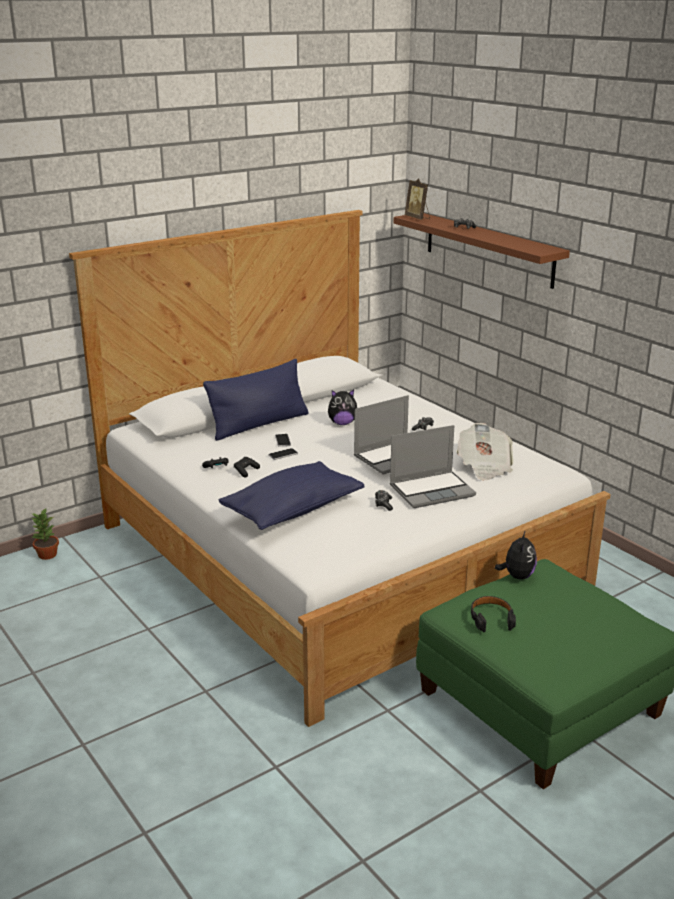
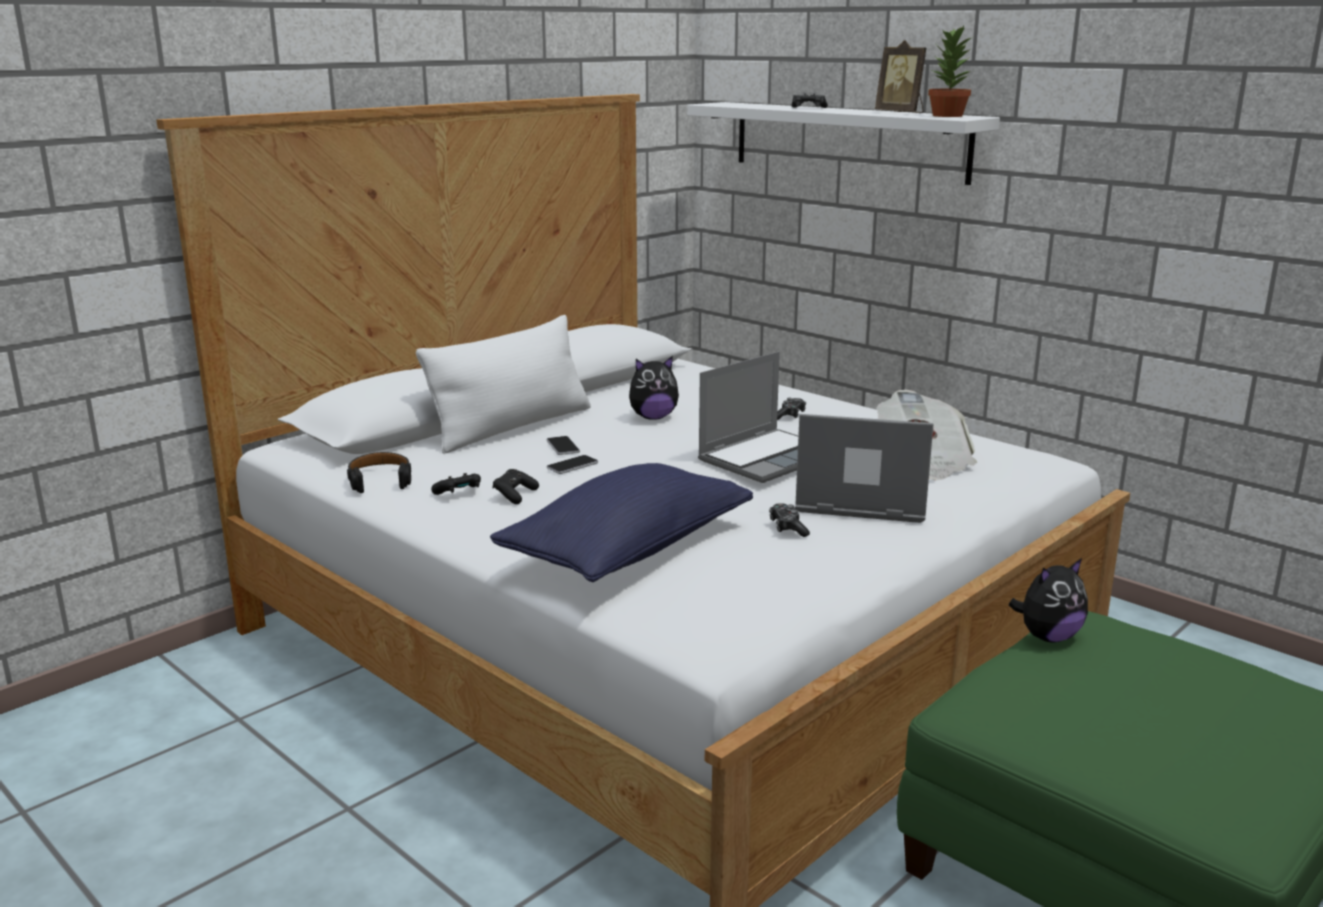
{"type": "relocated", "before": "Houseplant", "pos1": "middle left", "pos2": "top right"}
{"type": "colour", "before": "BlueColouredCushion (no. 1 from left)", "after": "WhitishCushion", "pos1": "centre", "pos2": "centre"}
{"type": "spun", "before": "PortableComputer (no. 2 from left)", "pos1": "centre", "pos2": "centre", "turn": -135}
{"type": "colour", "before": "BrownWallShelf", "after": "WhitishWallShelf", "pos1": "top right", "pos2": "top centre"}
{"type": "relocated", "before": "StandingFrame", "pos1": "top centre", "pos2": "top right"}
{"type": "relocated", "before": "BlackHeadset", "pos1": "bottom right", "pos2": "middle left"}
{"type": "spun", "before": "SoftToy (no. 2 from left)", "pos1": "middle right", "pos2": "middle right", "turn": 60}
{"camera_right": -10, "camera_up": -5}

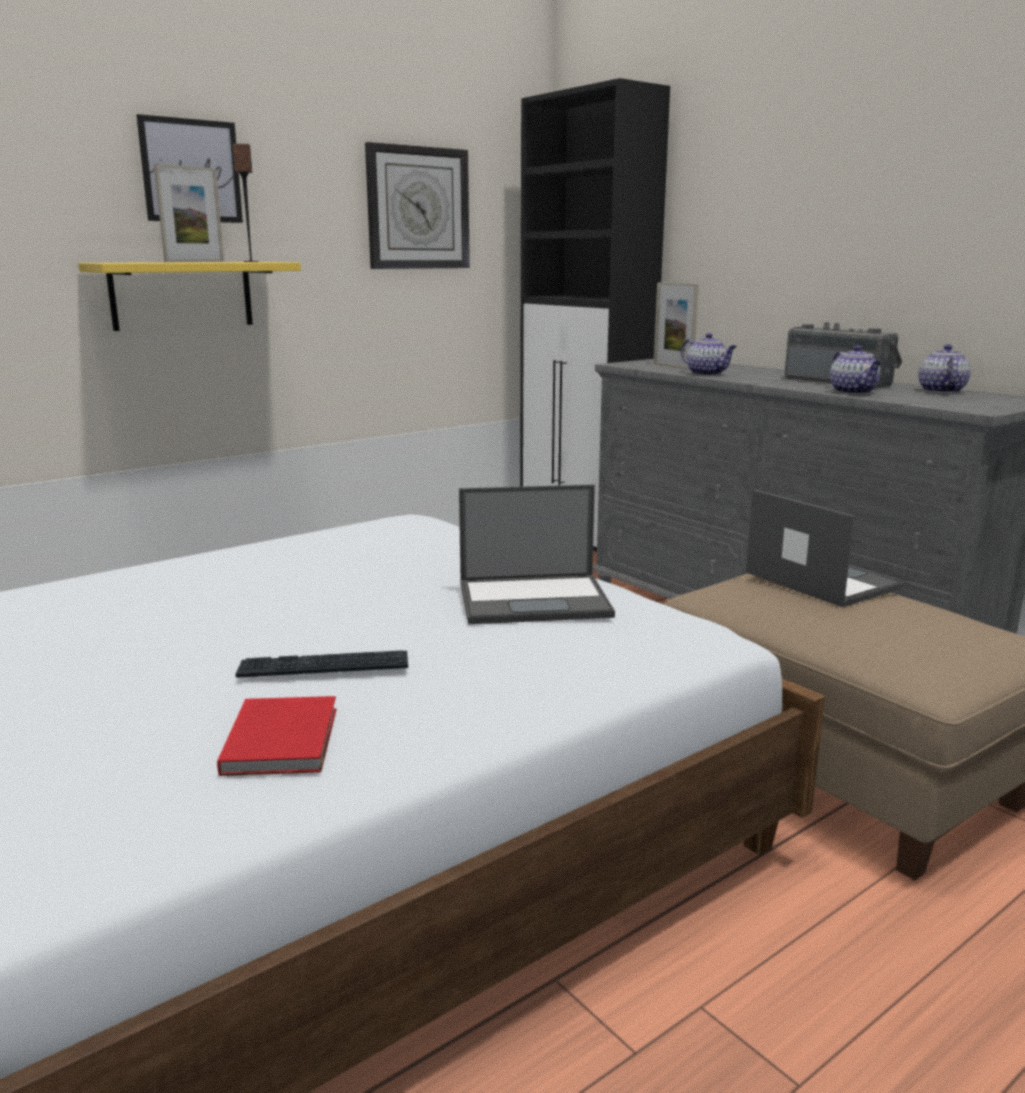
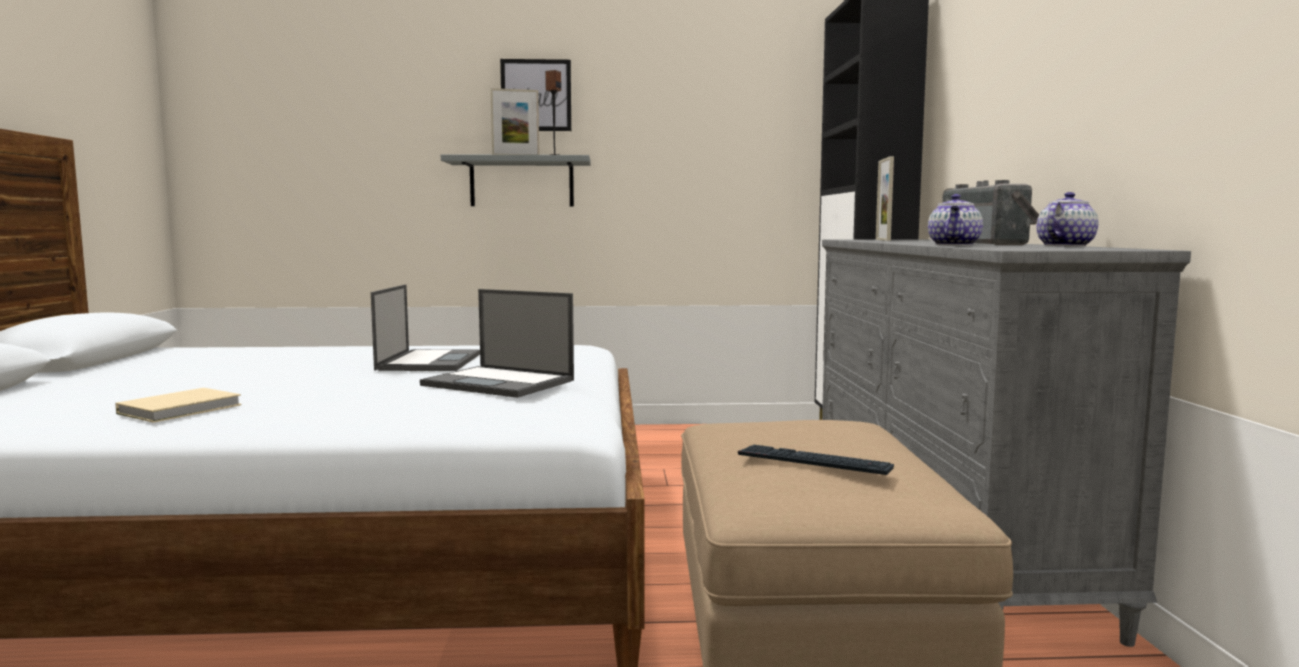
{"type": "colour", "before": "YellowishWallShelf", "after": "GrayWallShelf", "pos1": "top left", "pos2": "top centre"}
{"type": "colour", "before": "RedColouredBoundBook", "after": "SandColouredBoundBook", "pos1": "bottom left", "pos2": "middle left"}
{"type": "relocated", "before": "PcKeyboard", "pos1": "middle left", "pos2": "bottom centre"}
{"type": "missing", "before": "HangingClock", "pos1": "top centre"}
{"type": "missing", "before": "TeaPot (no. 1 from left)", "pos1": "top right"}
{"type": "relocated", "before": "PortableComputer (no. 2 from left in the first image)", "after": "PortableComputer (no. 1 from left)", "pos1": "middle right", "pos2": "middle left"}
{"camera_right": 35, "camera_up": -10}

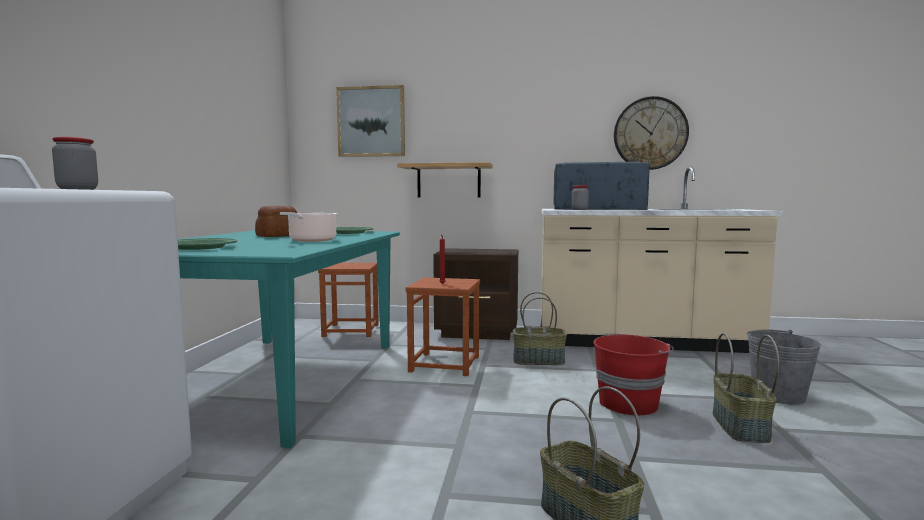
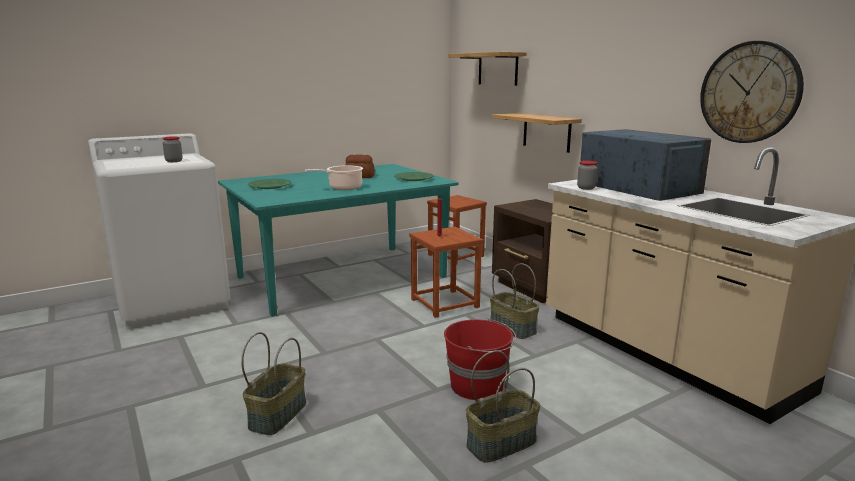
{"type": "exchanged", "before": "WallArt", "after": "WallShelf (no. 1 from left)", "pos1": "top centre", "pos2": "top centre"}
{"type": "missing", "before": "GrayPail", "pos1": "bottom right"}
{"camera_right": 50, "camera_up": 10}

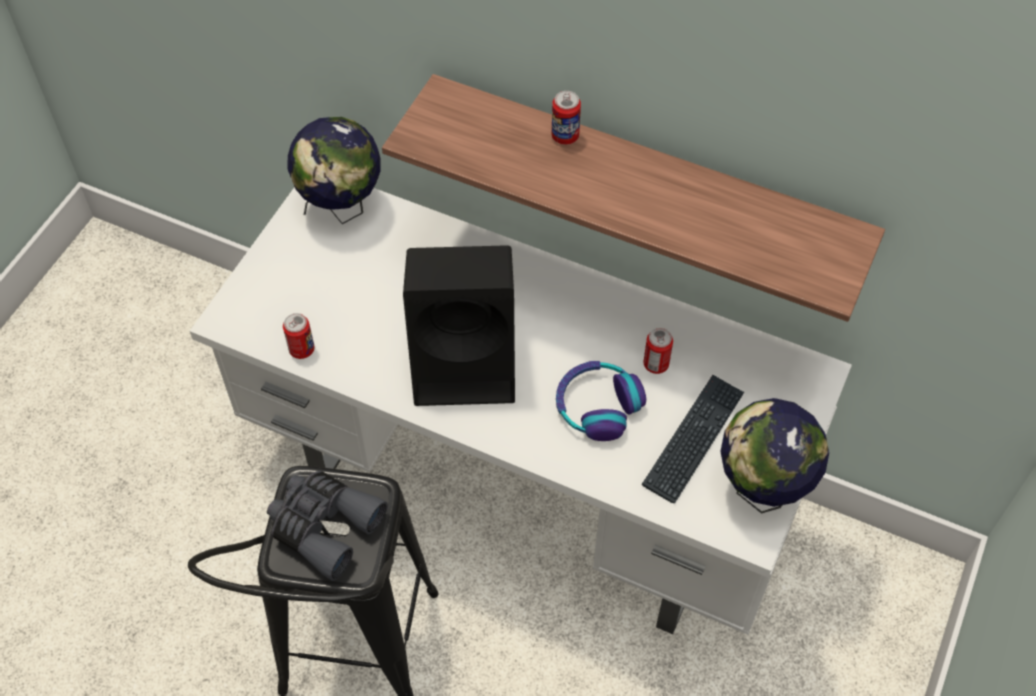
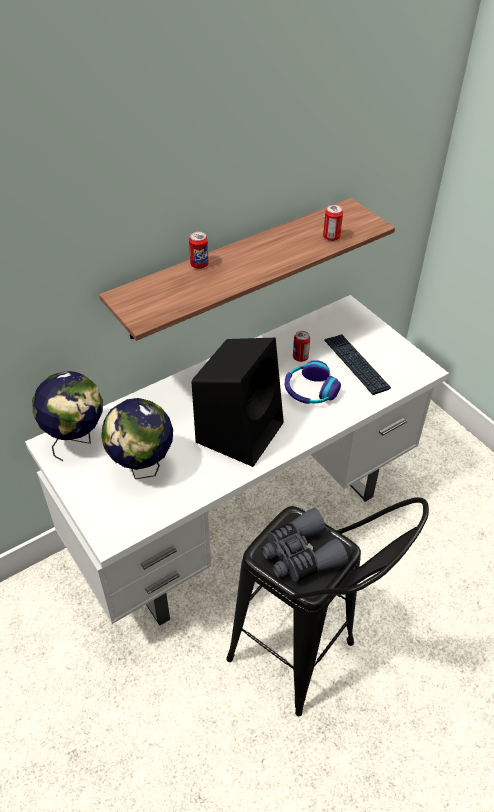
{"type": "relocated", "before": "SealedCan (no. 1 from left in the first image)", "after": "SealedCan (no. 3 from left)", "pos1": "middle left", "pos2": "top right"}
{"type": "relocated", "before": "DeskGlobe (no. 2 from left)", "pos1": "middle right", "pos2": "middle left"}
{"camera_right": -60, "camera_up": -10}

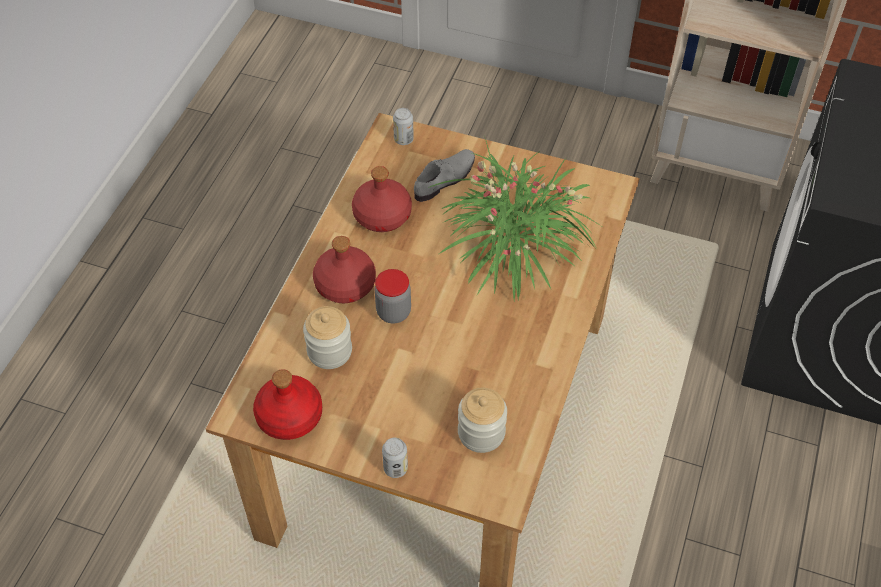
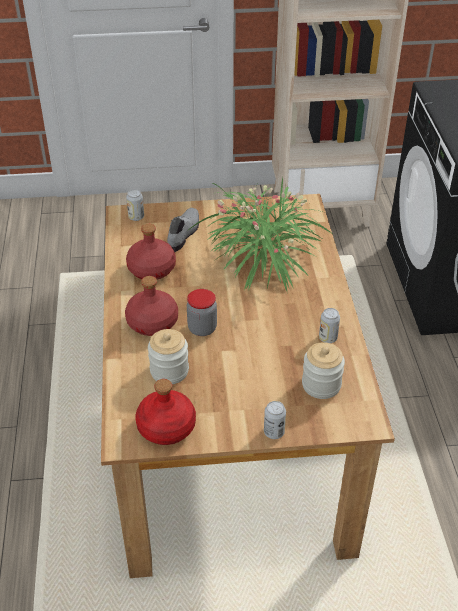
{"type": "appeared", "after": "SealedCan (no. 3 from left)", "pos2": "middle right"}
{"camera_right": -25, "camera_up": -10}

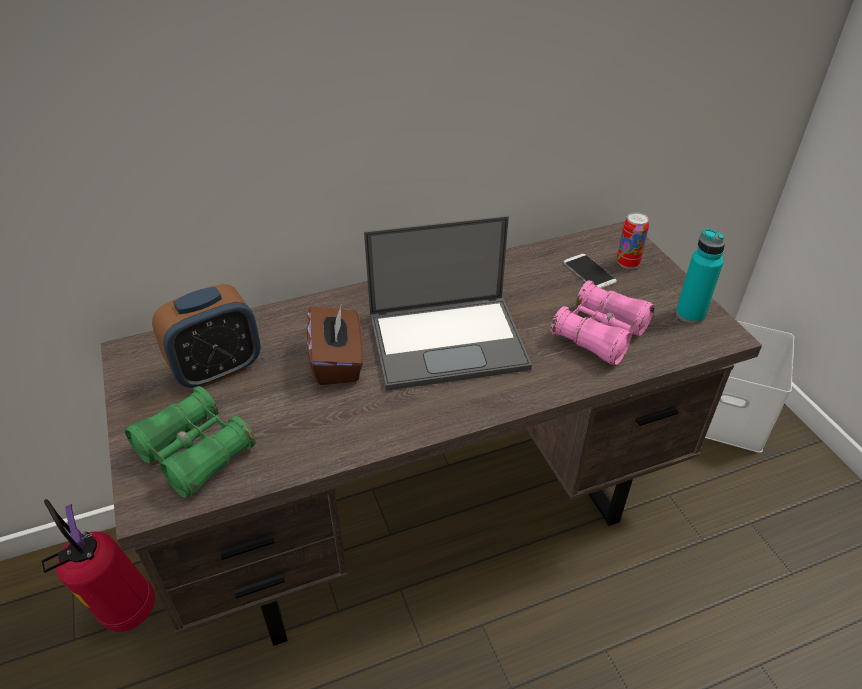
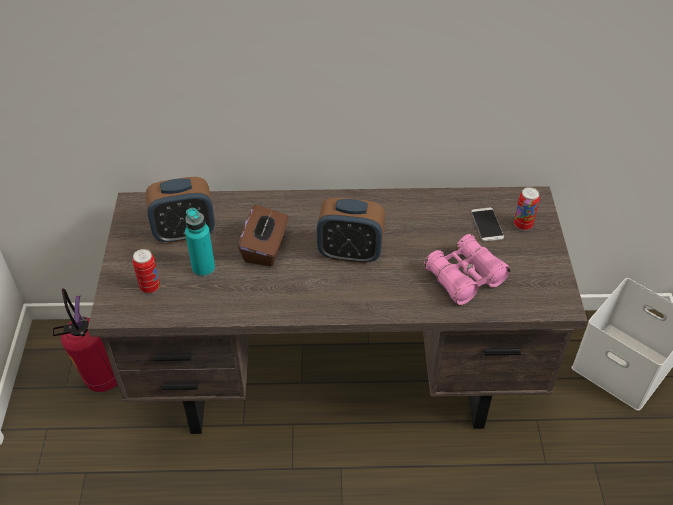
{"type": "exchanged", "before": "GreenishPairOfBinoculars", "after": "SealedCan (no. 1 from left)", "pos1": "middle left", "pos2": "middle left"}
{"type": "exchanged", "before": "PortableComputer", "after": "AlarmClock (no. 2 from left)", "pos1": "centre", "pos2": "centre"}
{"type": "relocated", "before": "BlueGreenBottle", "pos1": "middle right", "pos2": "middle left"}
{"camera_right": 20, "camera_up": 5}

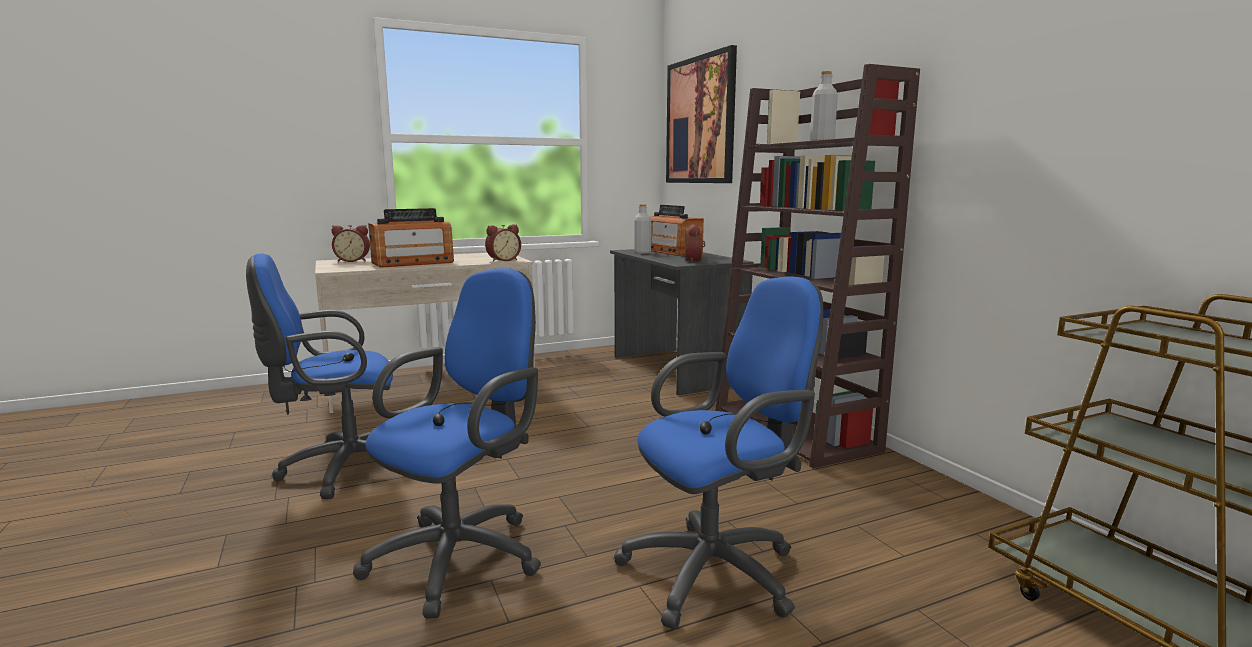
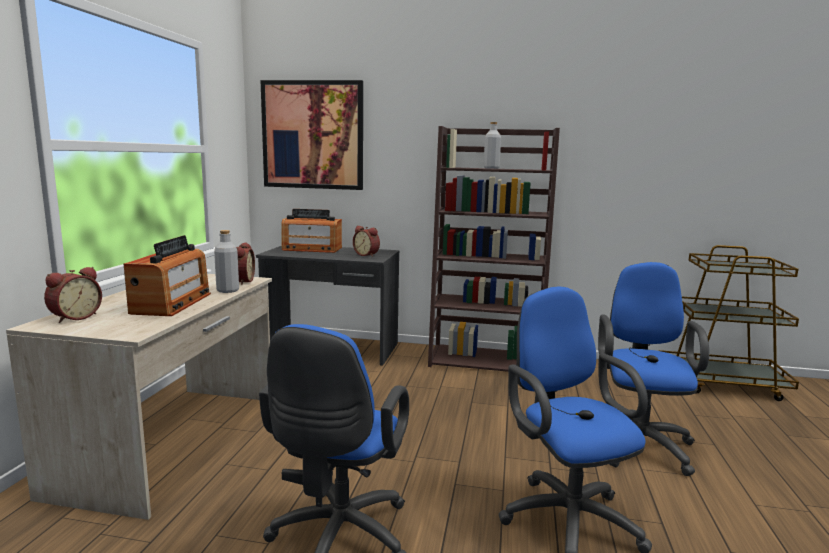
{"type": "relocated", "before": "GrayBottle (no. 1 from left)", "pos1": "centre", "pos2": "middle left"}
{"camera_right": -55, "camera_up": 0}

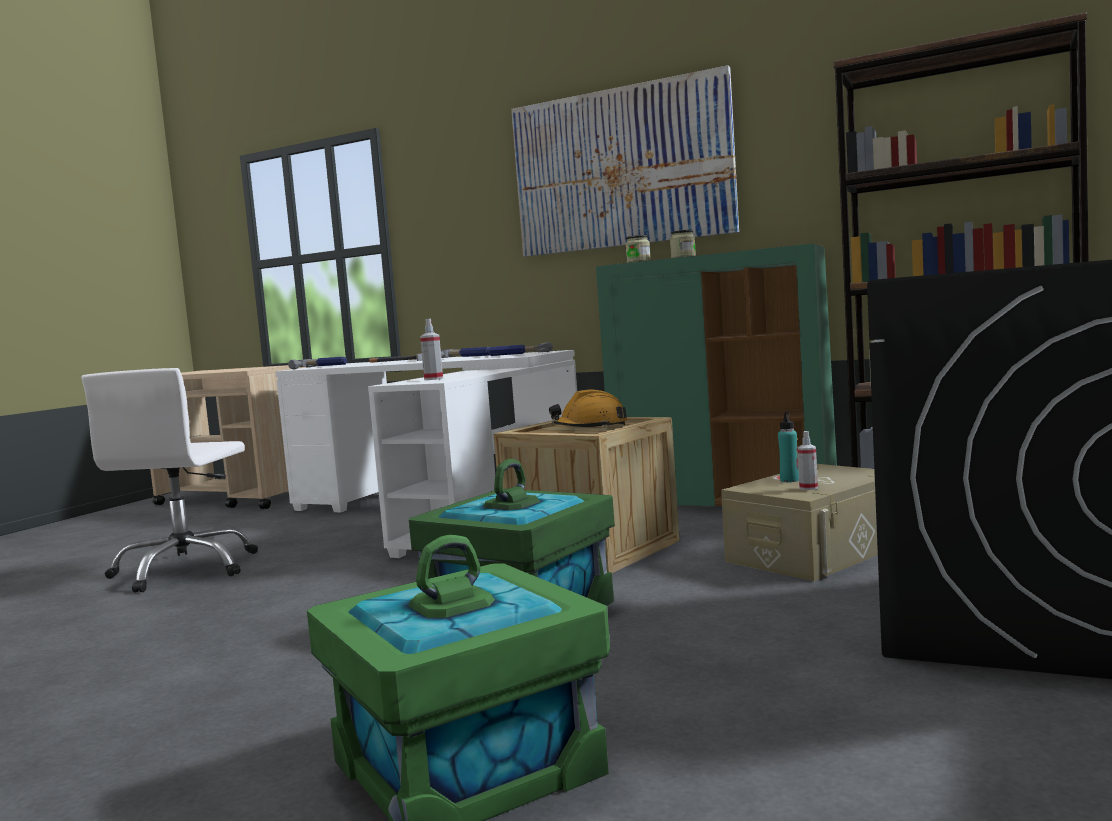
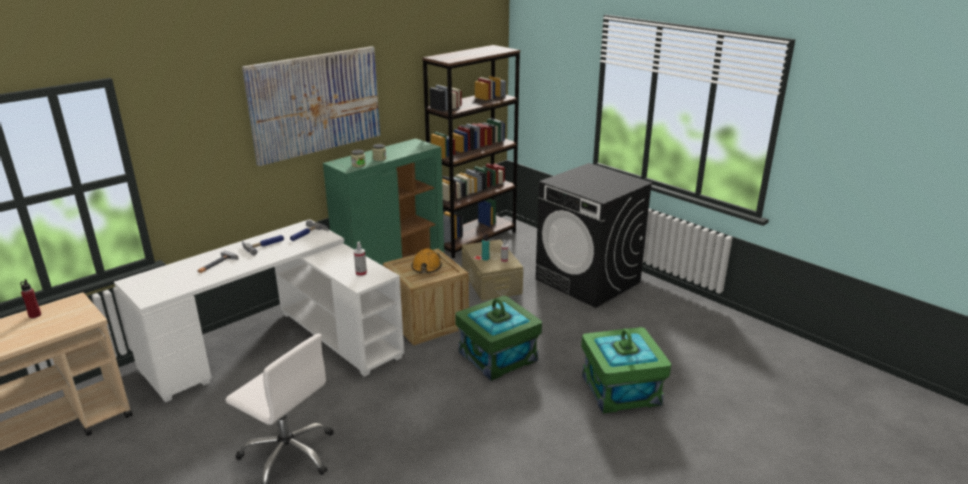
{"type": "missing", "before": "Hammer (no. 1 from left)", "pos1": "middle left"}
{"type": "appeared", "after": "RedColouredBottle", "pos2": "middle left"}
{"camera_right": -70, "camera_up": 20}

